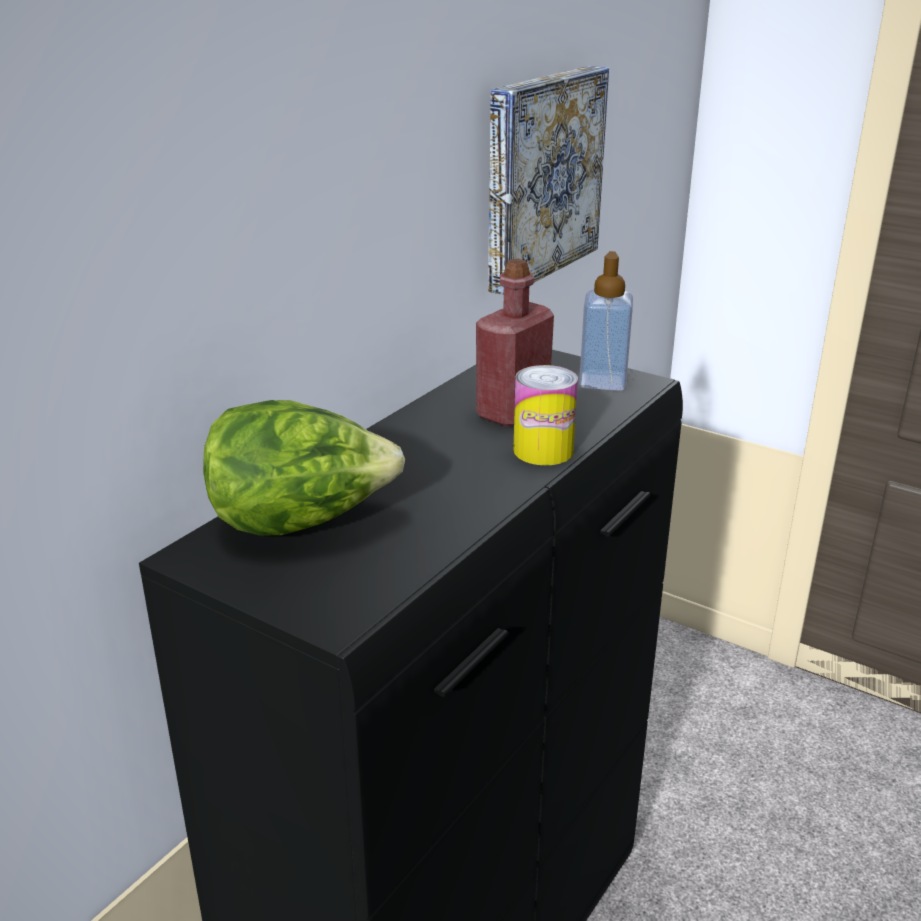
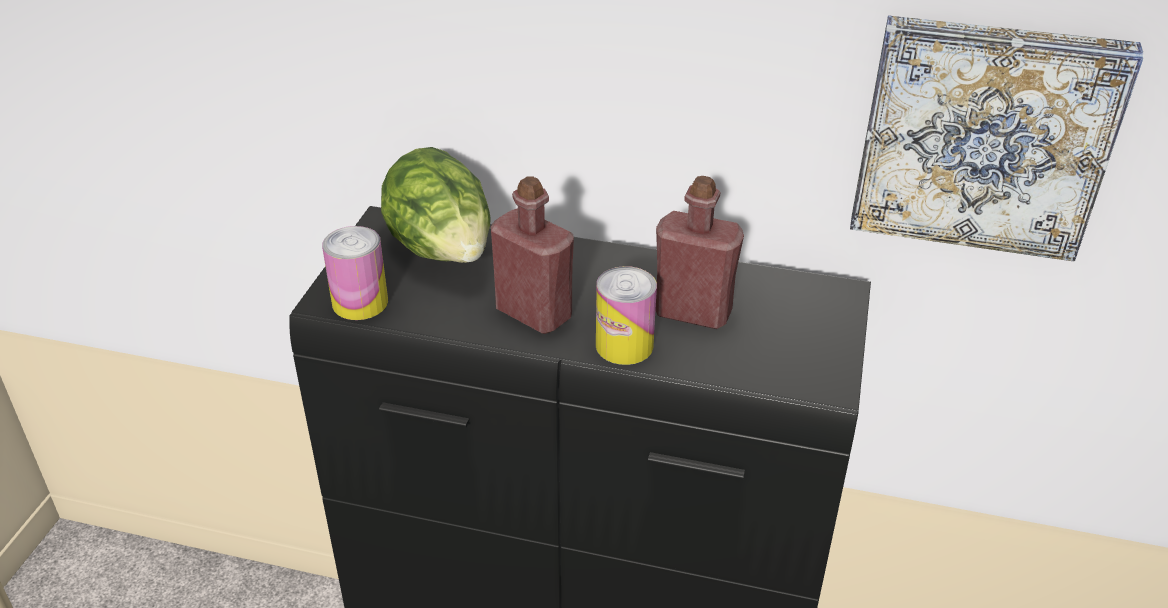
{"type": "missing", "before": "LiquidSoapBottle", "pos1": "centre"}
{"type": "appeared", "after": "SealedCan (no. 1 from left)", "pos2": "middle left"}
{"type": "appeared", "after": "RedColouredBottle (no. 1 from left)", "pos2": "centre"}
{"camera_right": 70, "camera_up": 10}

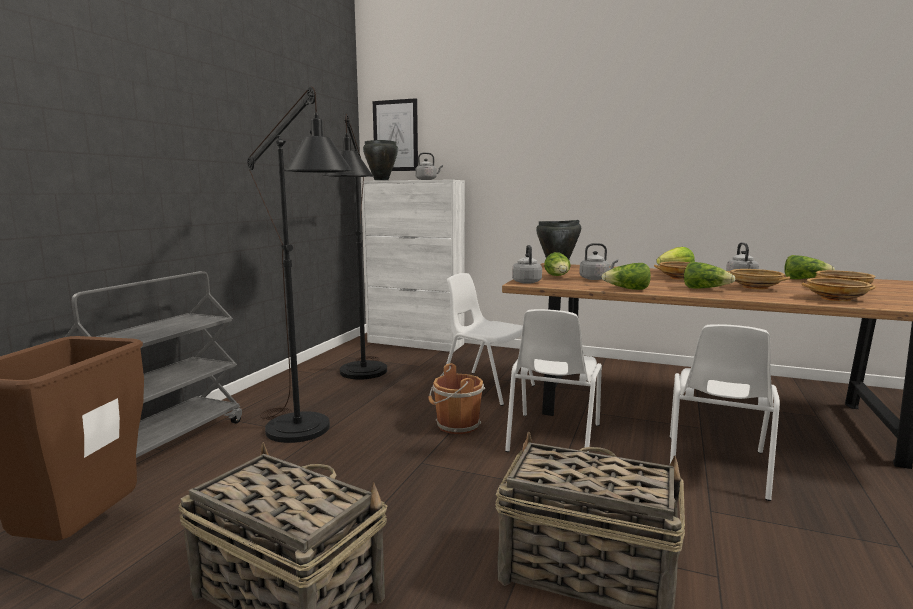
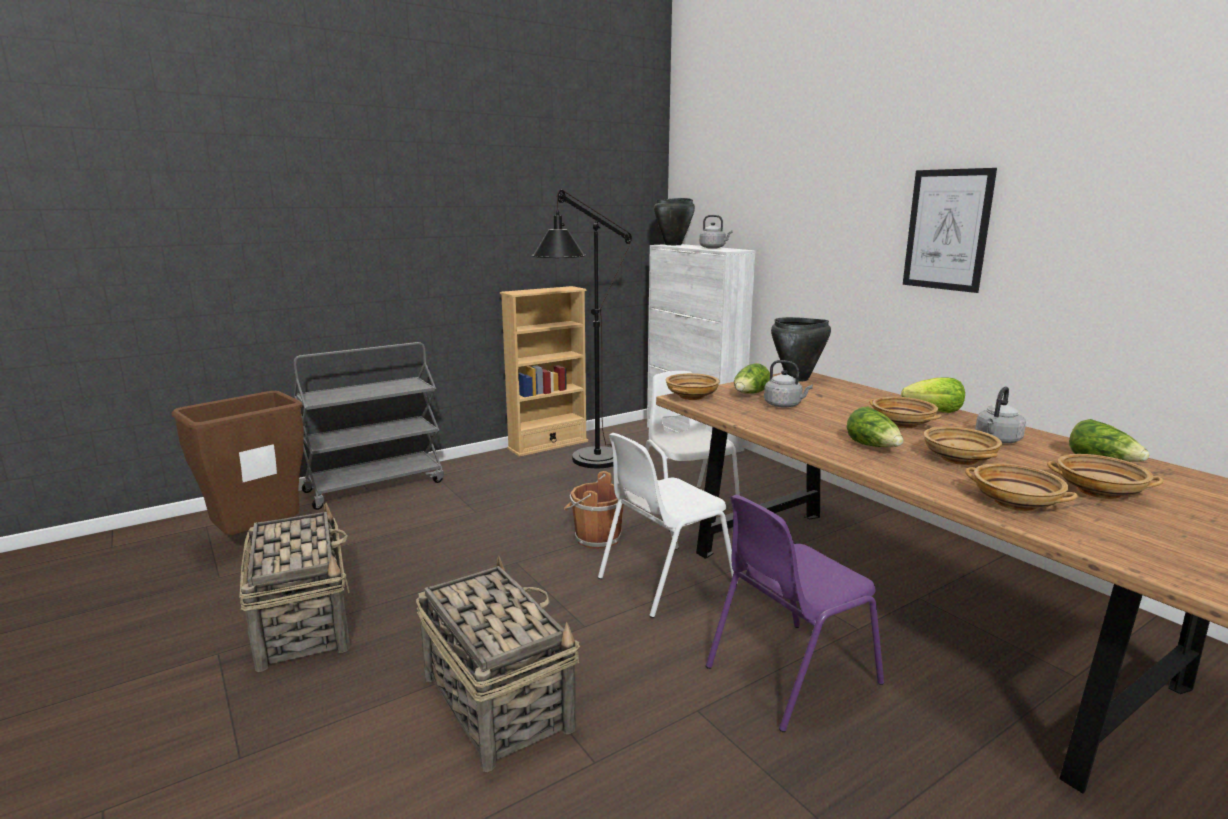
{"type": "missing", "before": "BlackFloorLamp (no. 1 from left)", "pos1": "middle left"}
{"type": "relocated", "before": "WallArt", "pos1": "top centre", "pos2": "top right"}
{"type": "exchanged", "before": "GrayTeaKettle (no. 2 from left)", "after": "SandColouredServingBowl (no. 1 from left)", "pos1": "centre", "pos2": "centre"}
{"type": "missing", "before": "Lettuce (no. 2 from left)", "pos1": "middle right"}
{"type": "colour", "before": "WhitishPlainChair (no. 3 from left)", "after": "PurplePlainChair", "pos1": "bottom right", "pos2": "bottom centre"}
{"type": "appeared", "after": "SandColouredBookshelf", "pos2": "centre"}
{"camera_right": 35, "camera_up": 5}

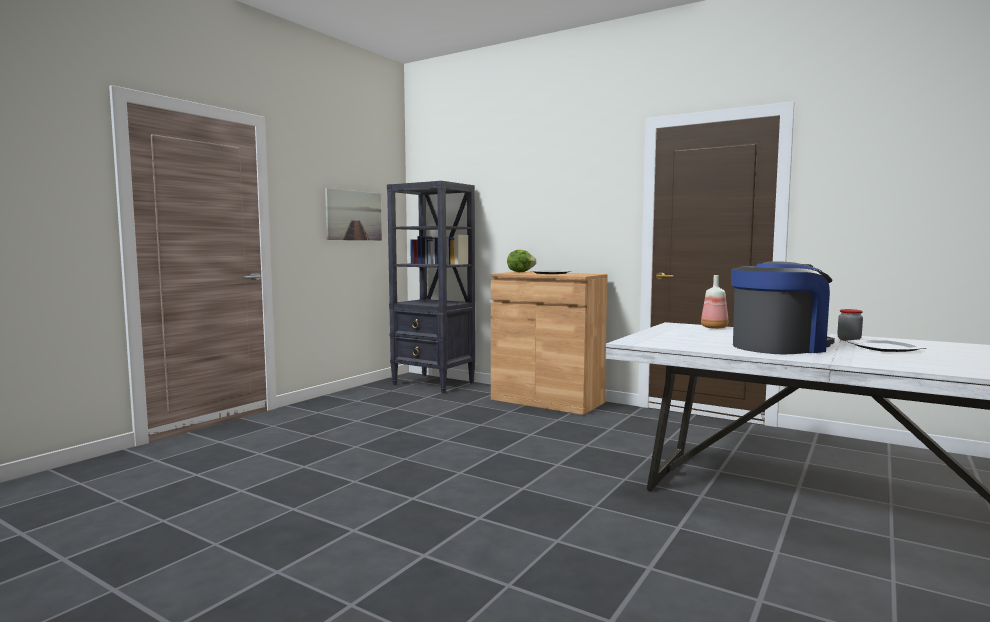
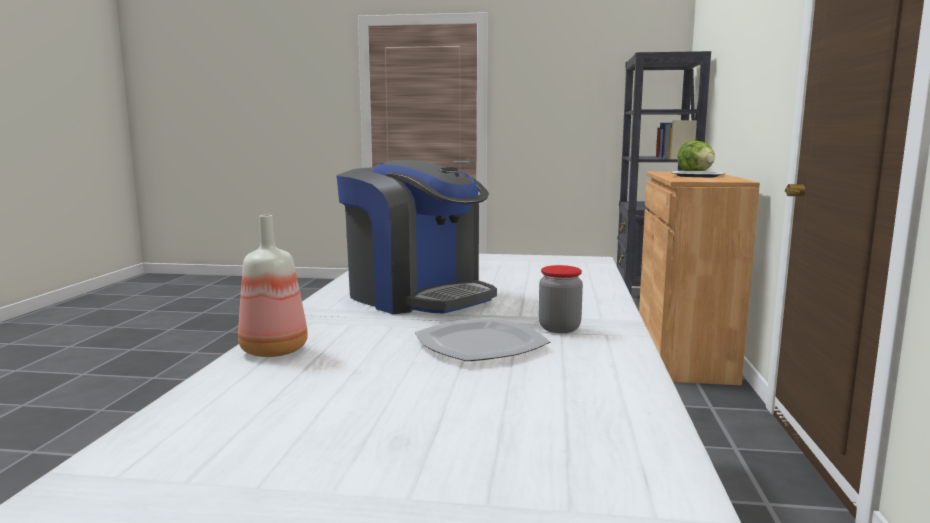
{"type": "missing", "before": "WallArt", "pos1": "centre"}
{"type": "relocated", "before": "Bottle", "pos1": "middle right", "pos2": "middle left"}
{"camera_right": 65, "camera_up": 5}

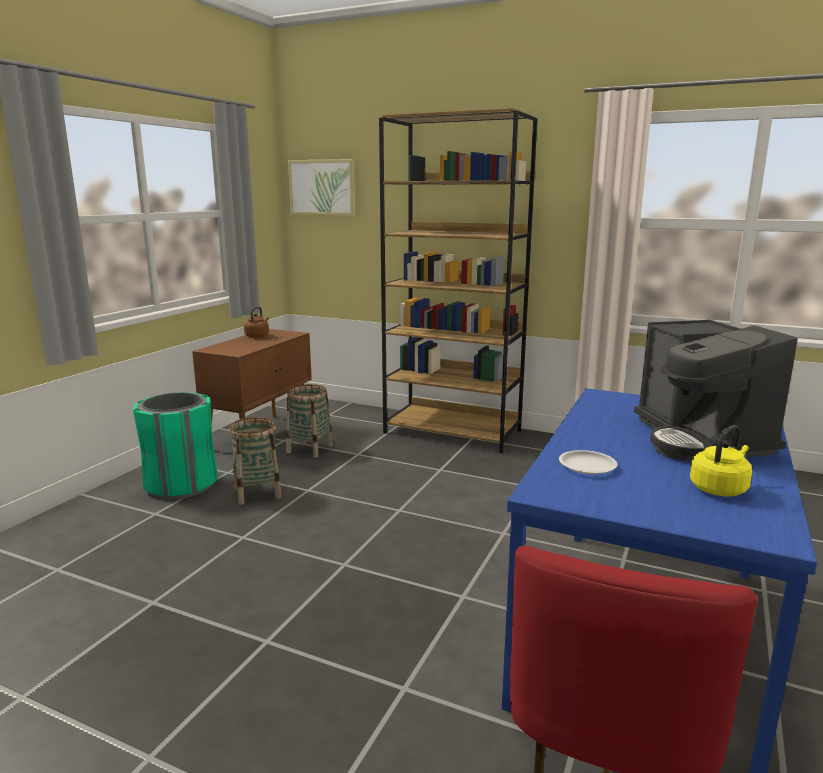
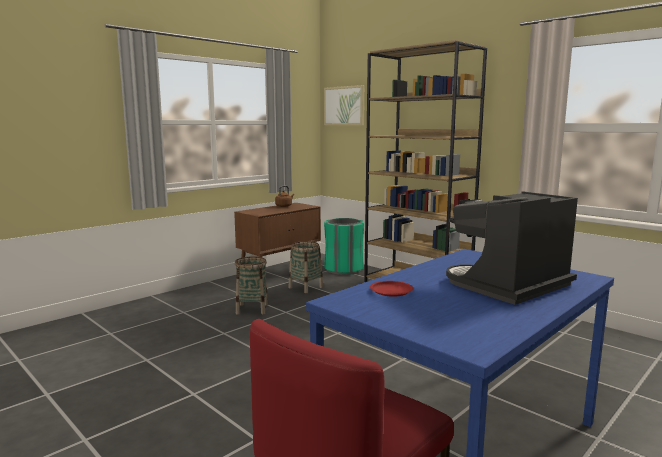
{"type": "relocated", "before": "GreenishRubbishBin", "pos1": "middle left", "pos2": "centre"}
{"type": "colour", "before": "WhitishDinnerPlate", "after": "RedColouredDinnerPlate", "pos1": "middle right", "pos2": "centre"}
{"type": "spun", "before": "CoffeeBrewer", "pos1": "middle right", "pos2": "middle right", "turn": 45}
{"type": "missing", "before": "YellowishTeaKettle", "pos1": "middle right"}
{"camera_right": 20, "camera_up": -5}

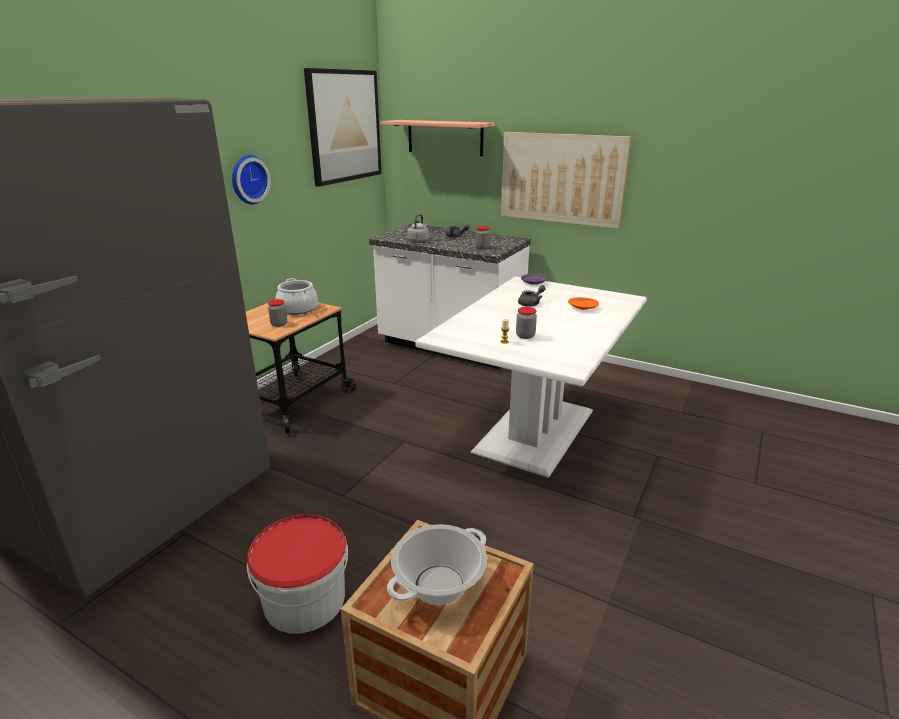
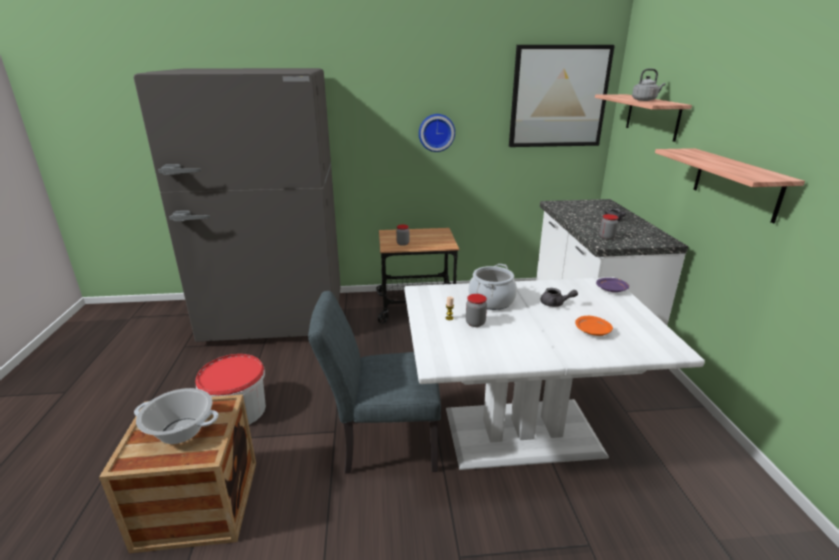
{"type": "relocated", "before": "CookingPot (no. 1 from left in the first image)", "after": "CookingPot (no. 2 from left)", "pos1": "middle left", "pos2": "centre"}
{"type": "relocated", "before": "GrayTeaKettle", "pos1": "top centre", "pos2": "top right"}
{"type": "exchanged", "before": "WallArt (no. 2 from left)", "after": "WallShelf (no. 2 from left)", "pos1": "top centre", "pos2": "top right"}
{"type": "appeared", "after": "GrayPlainChair", "pos2": "bottom centre"}
{"camera_right": 55, "camera_up": 0}

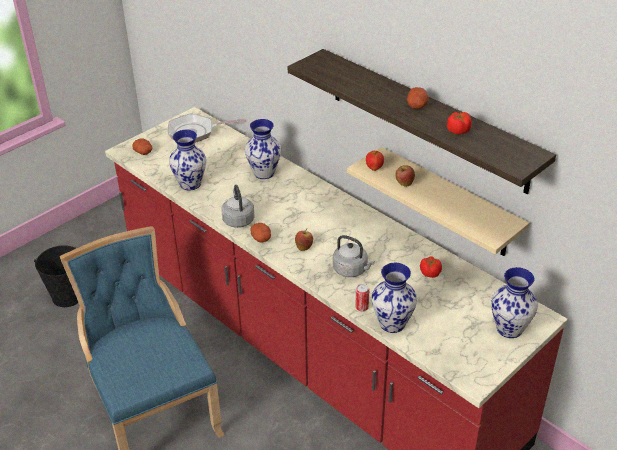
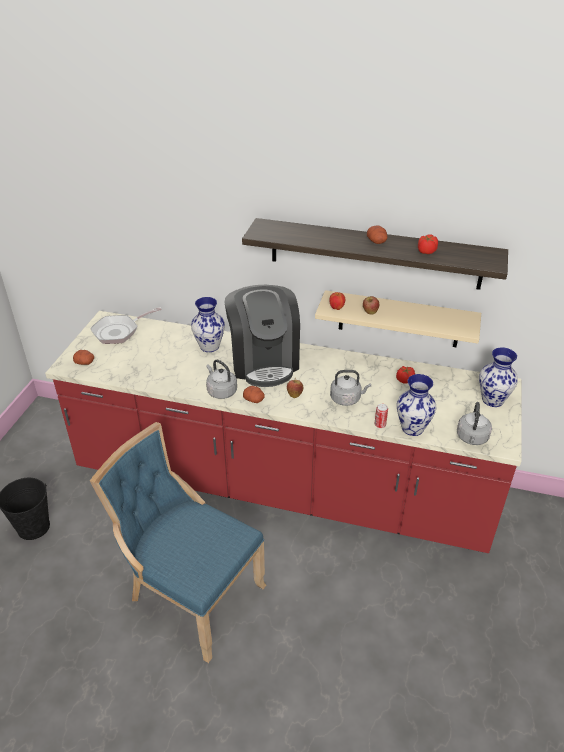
{"type": "missing", "before": "Vase (no. 1 from left)", "pos1": "middle left"}
{"type": "appeared", "after": "CoffeeBrewer", "pos2": "centre"}
{"type": "appeared", "after": "GrayTeaKettle (no. 3 from left)", "pos2": "middle right"}
{"camera_right": -30, "camera_up": 0}

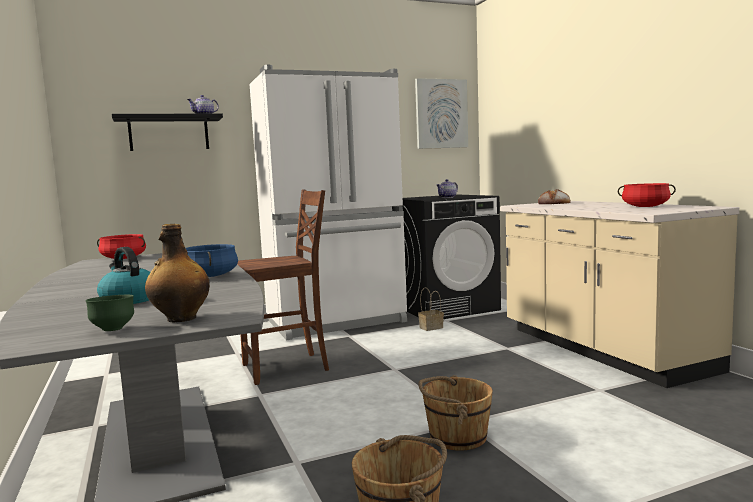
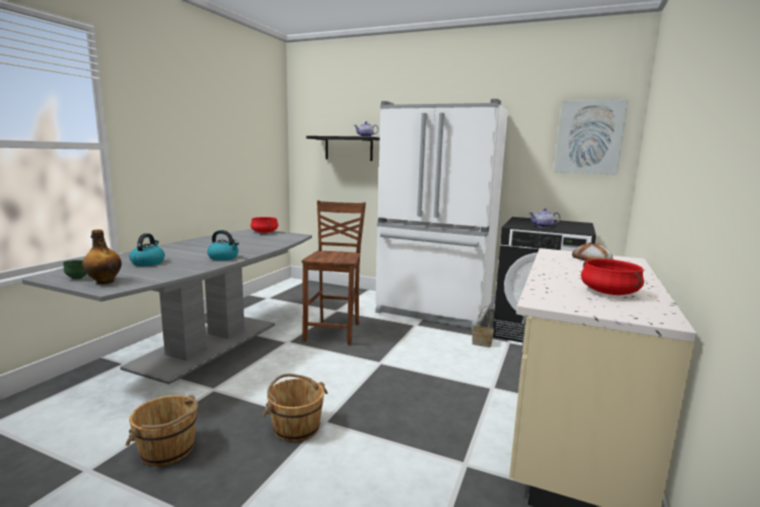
{"type": "exchanged", "before": "BlueColouredCookingPot", "after": "TeaKettle (no. 2 from left)", "pos1": "middle left", "pos2": "middle left"}
{"type": "spun", "before": "BrownPlainChair", "pos1": "centre", "pos2": "centre", "turn": -105}
{"camera_right": 45, "camera_up": 5}

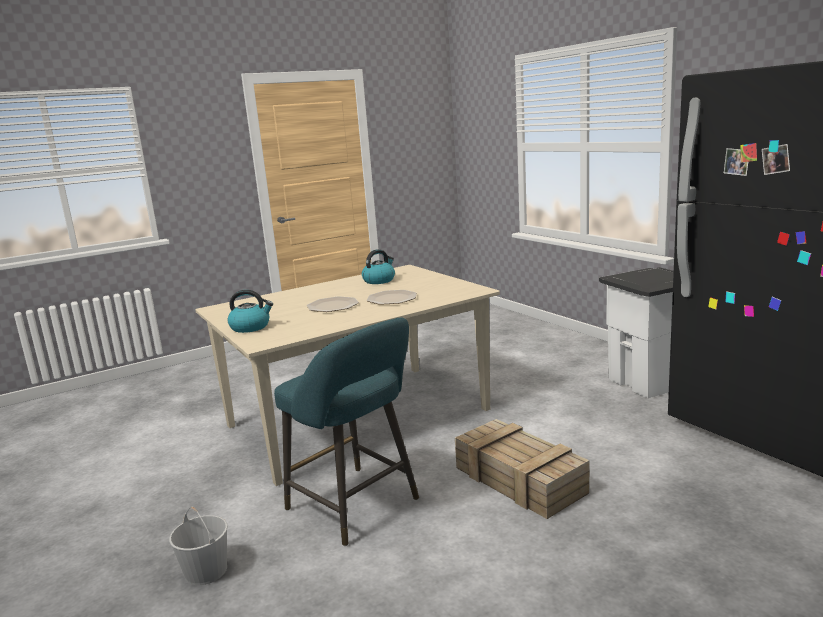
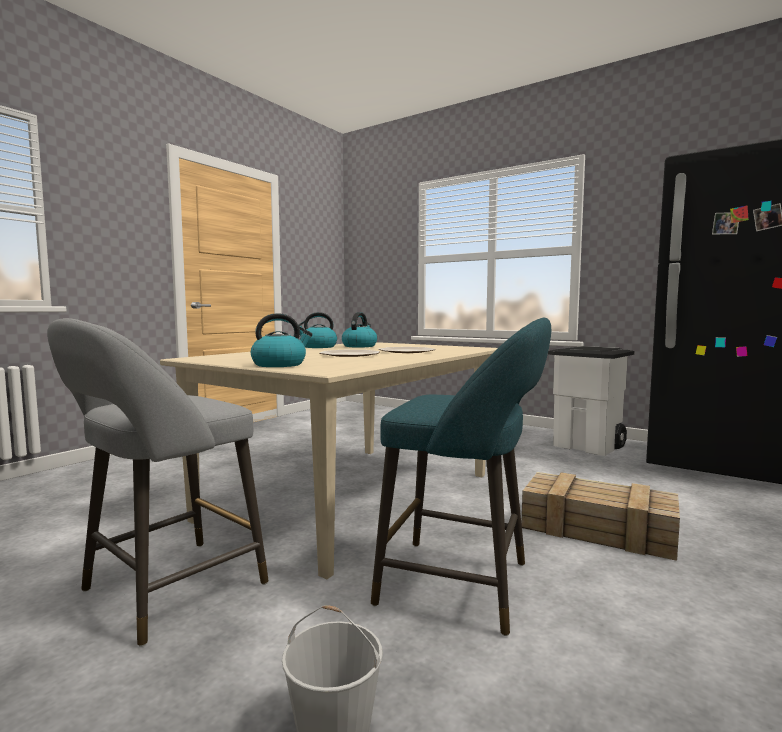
{"type": "appeared", "after": "GraySittingStool", "pos2": "middle left"}
{"type": "appeared", "after": "TeaKettle (no. 2 from left)", "pos2": "centre"}
{"camera_right": -25, "camera_up": -10}

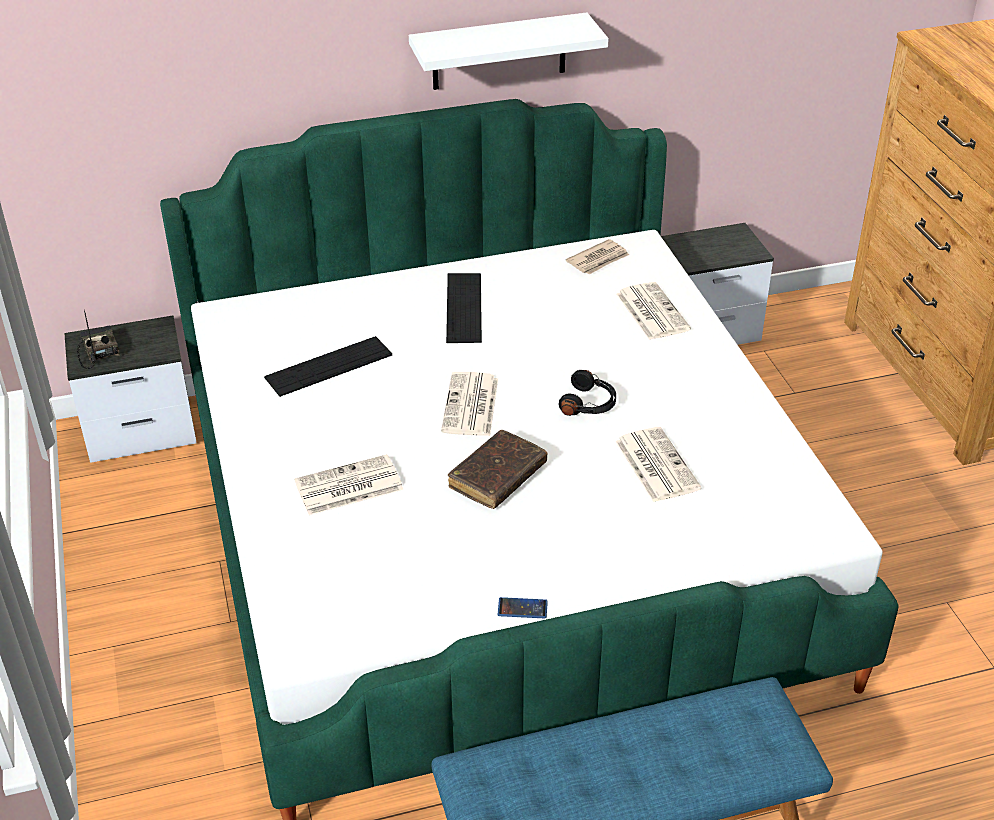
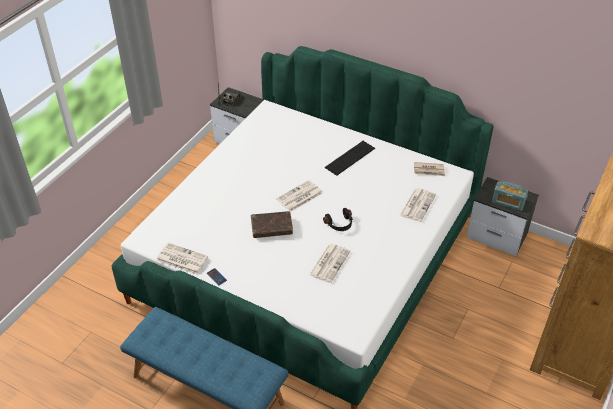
{"type": "missing", "before": "PcKeyboard (no. 1 from left)", "pos1": "middle left"}
{"type": "relocated", "before": "PrintedPaper (no. 1 from left)", "pos1": "centre", "pos2": "middle left"}
{"type": "missing", "before": "WhitishWallShelf", "pos1": "top centre"}
{"type": "appeared", "after": "RadioSet (no. 2 from left)", "pos2": "middle right"}
{"camera_right": 45, "camera_up": 5}

